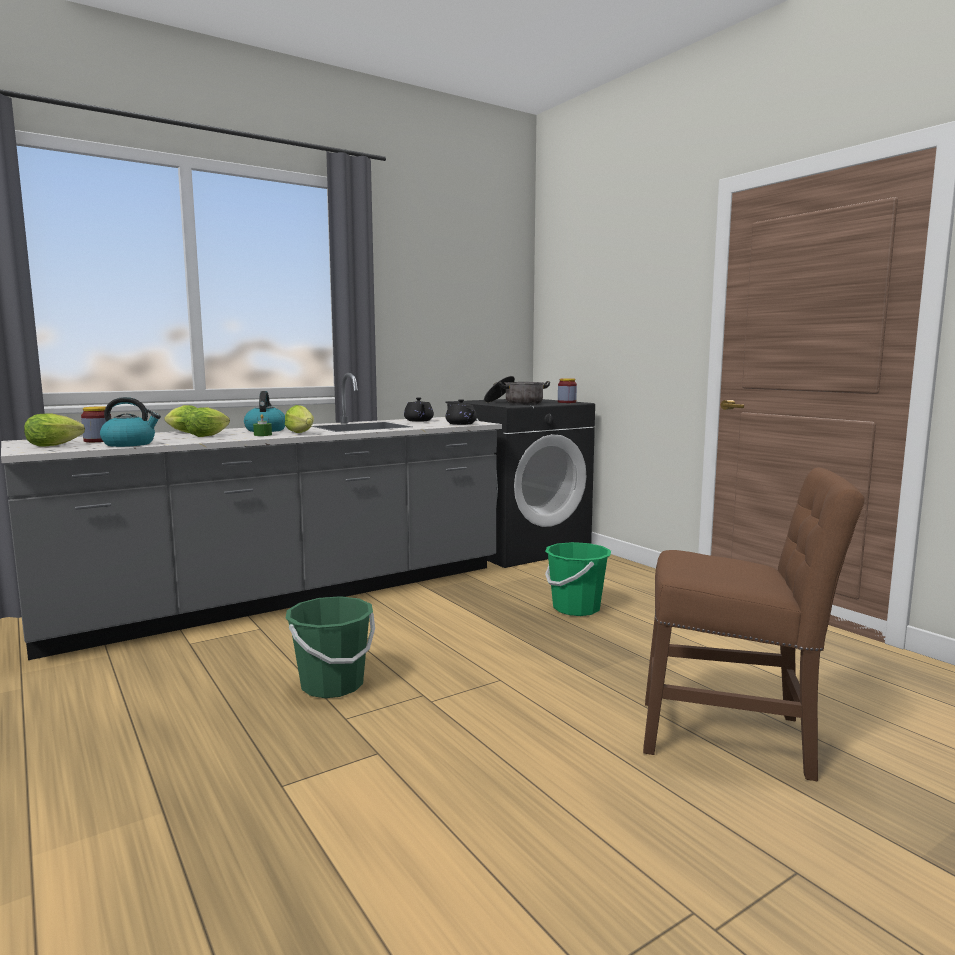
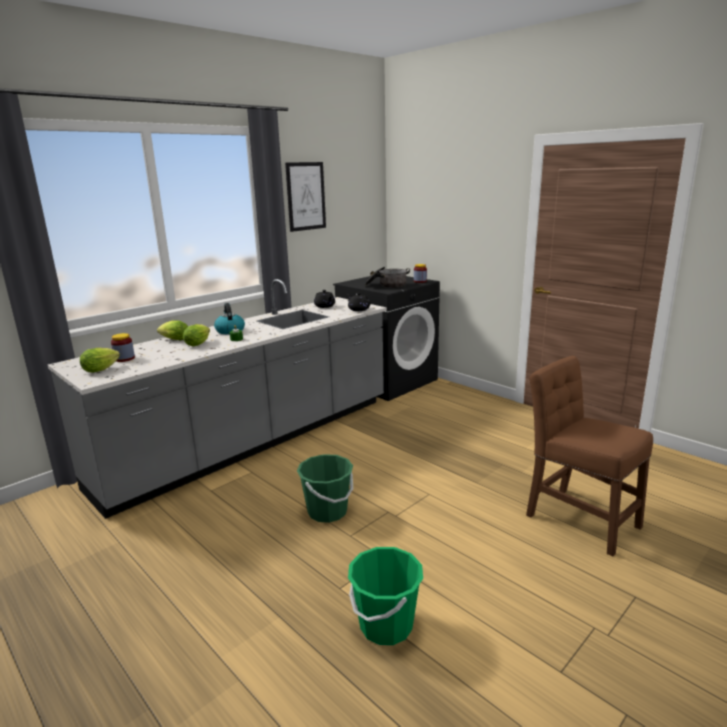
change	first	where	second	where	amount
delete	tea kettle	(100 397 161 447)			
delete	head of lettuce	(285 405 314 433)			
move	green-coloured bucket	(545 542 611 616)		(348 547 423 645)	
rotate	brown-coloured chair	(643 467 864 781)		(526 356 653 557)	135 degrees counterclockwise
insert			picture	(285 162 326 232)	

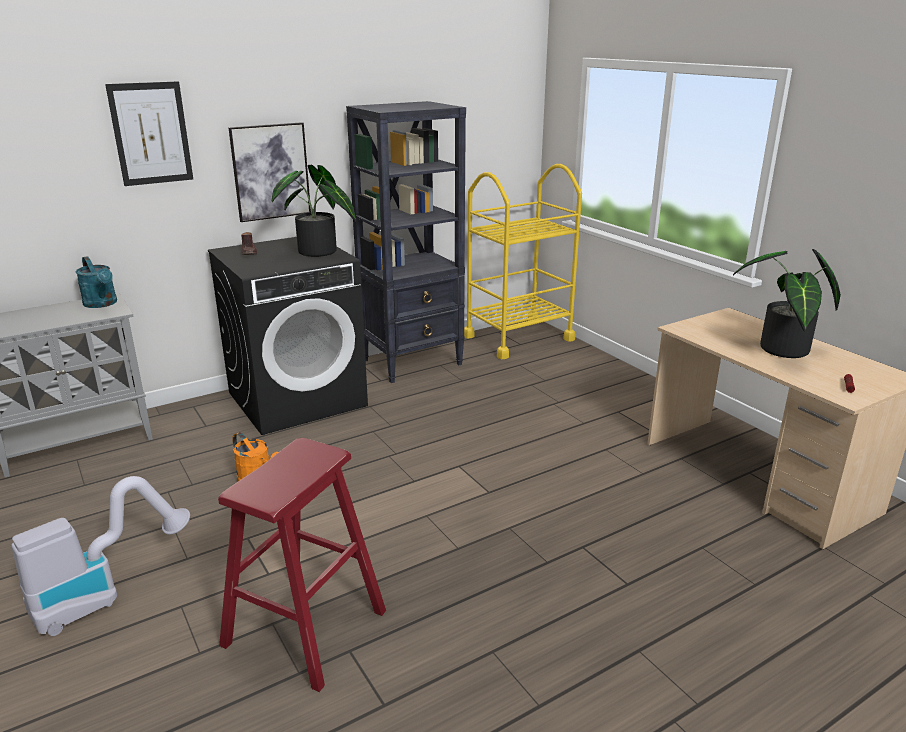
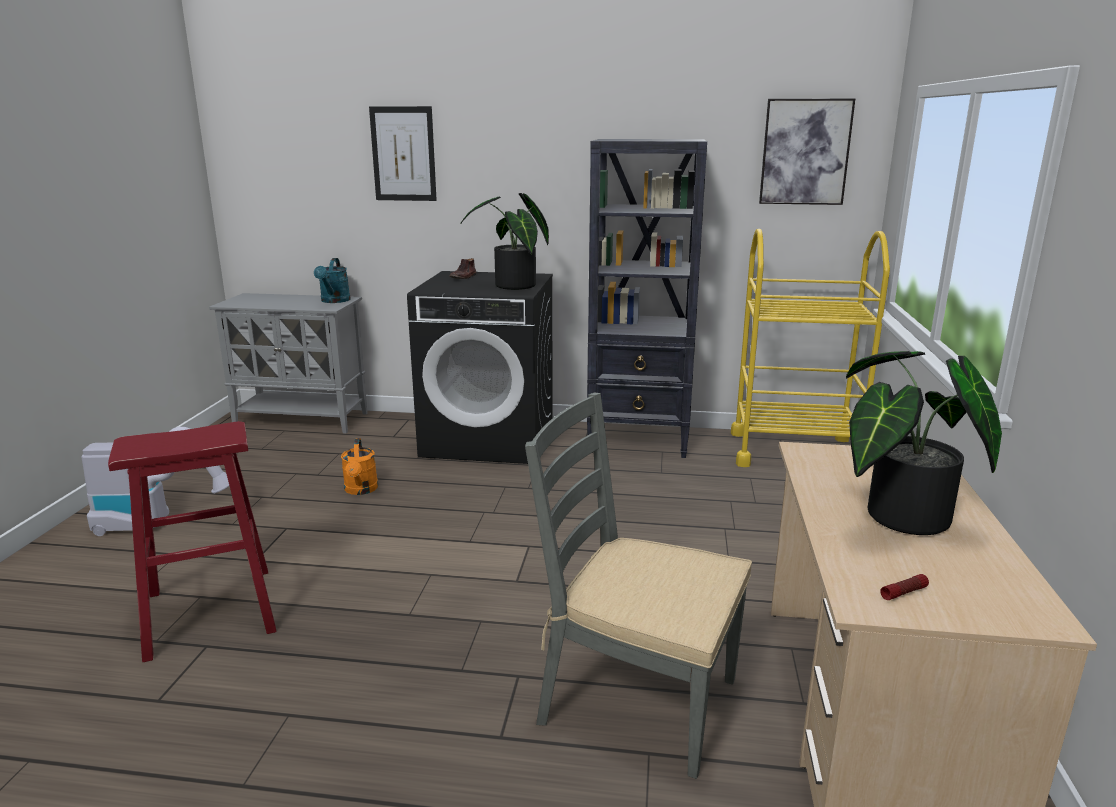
change	first	where	second	where	amount
move	picture	(228 122 311 222)		(759 98 855 205)	
insert			gray chair	(525 393 752 779)	

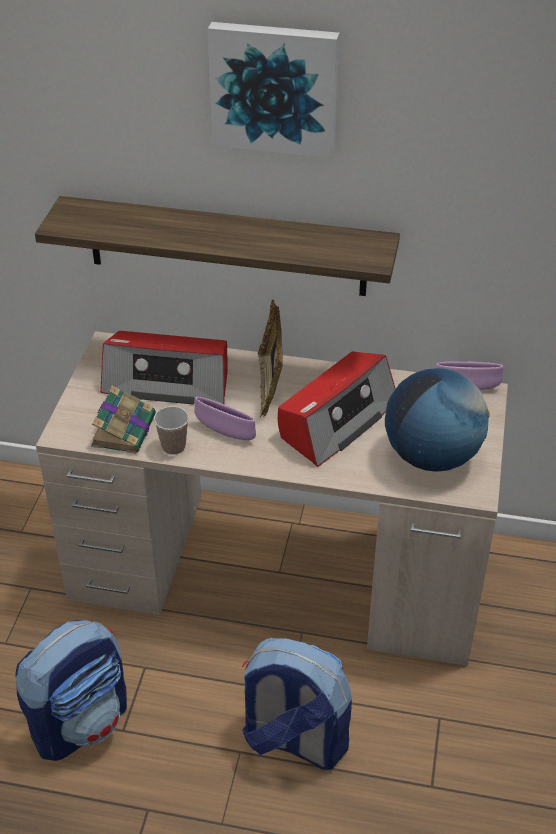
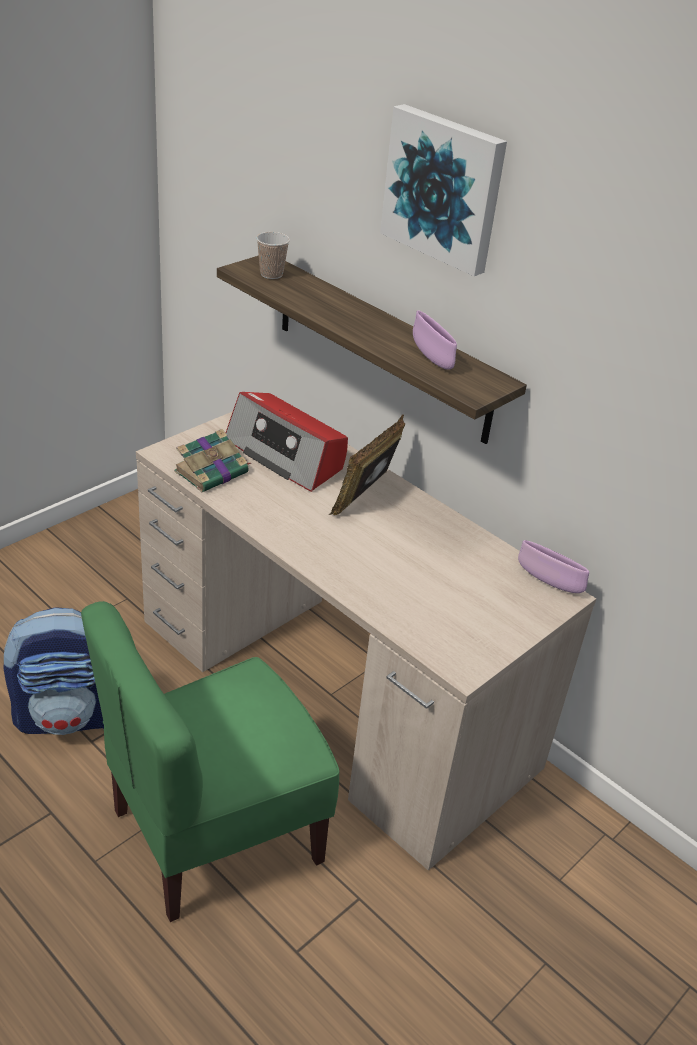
change	first	where	second	where	amount
move	small cup	(154 406 189 455)		(256 232 290 279)	
move	purple-coloured bowl	(194 397 256 440)		(413 310 457 370)	
replace	knapsack	(242 638 352 770)	green-coloured chair	(81 601 340 922)	
delete	radio receiver	(278 352 396 467)			
delete	desk globe	(385 368 490 472)			

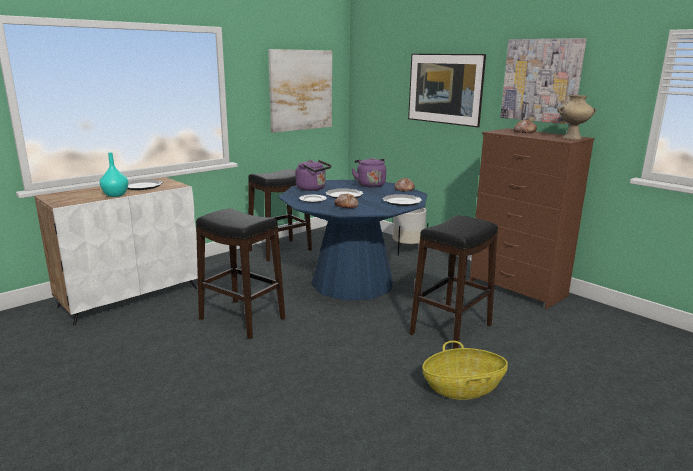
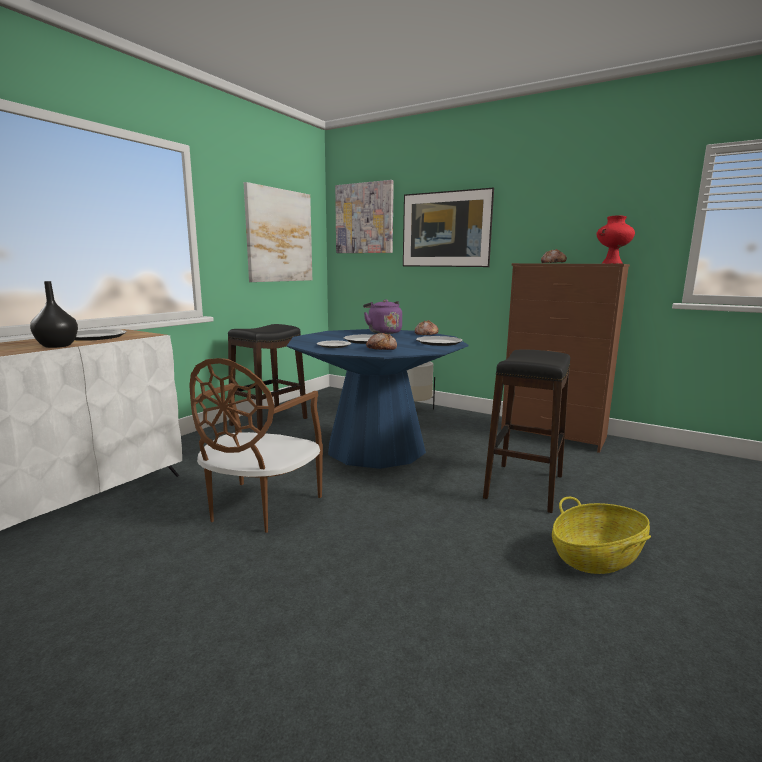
change	first	where	second	where	amount
recolor	turquoise-coloured decorative vase	(100 152 129 197)	blackish decorative vase	(30 281 78 348)	
replace	blackish stool seat	(196 208 285 339)	brown-coloured chair	(189 358 323 533)	
delete	purple-coloured tea kettle	(295 160 332 191)			
move	picture	(500 38 587 125)		(335 180 394 253)	
recolor	beige-coloured decorative vase	(557 95 596 140)	red-coloured decorative vase	(596 216 635 264)	

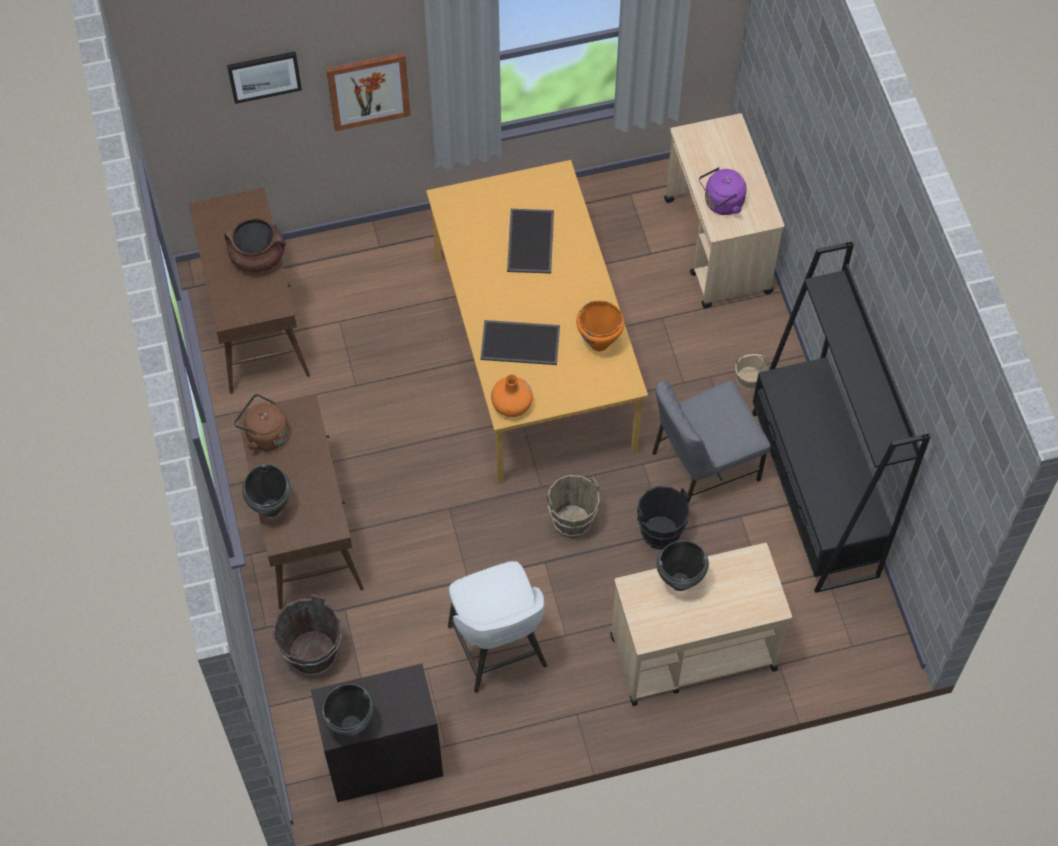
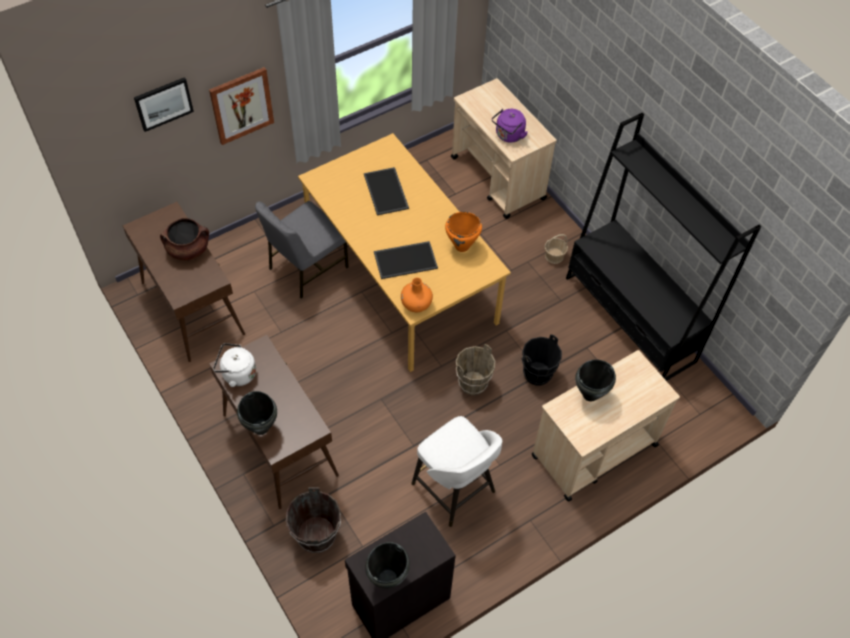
change	first	where	second	where	amount
recolor	brown-coloured tea kettle	(234 394 289 451)	white-coloured tea kettle	(213 343 256 387)	
move	gray chair	(652 380 771 502)		(255 201 349 299)	

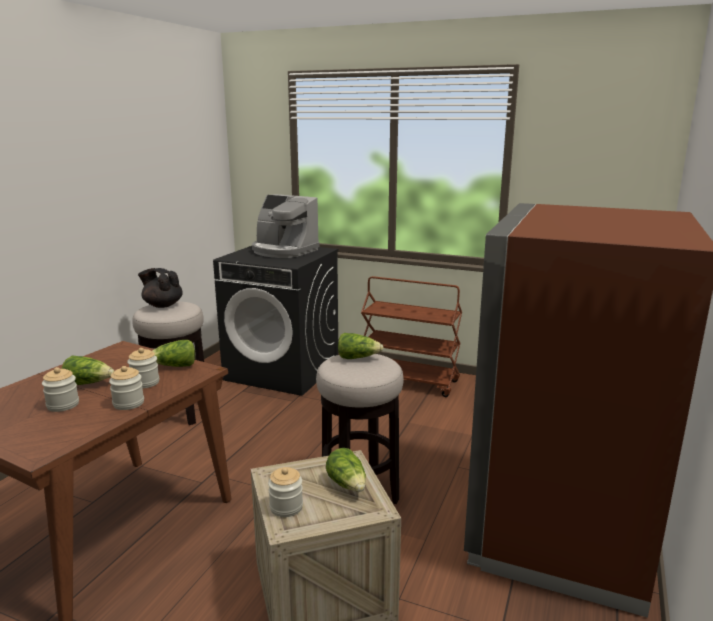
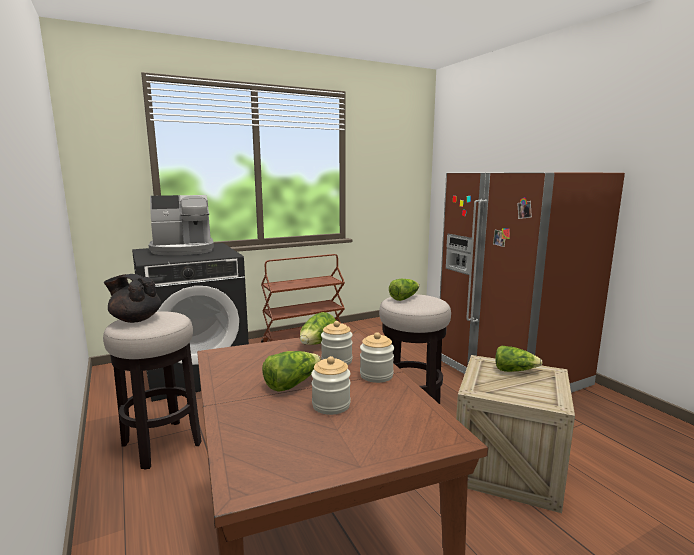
change	first	where	second	where	amount
rotate	blackish pot for tea	(138 268 183 308)		(104 274 161 323)	45 degrees clockwise
delete	jar	(268 467 303 517)			

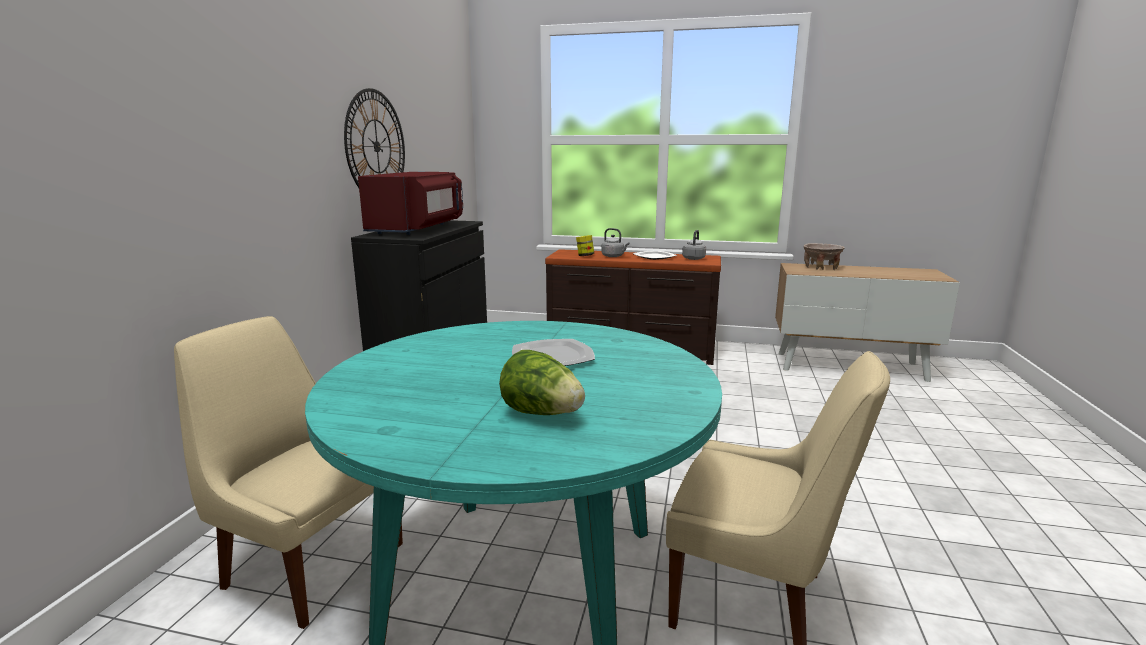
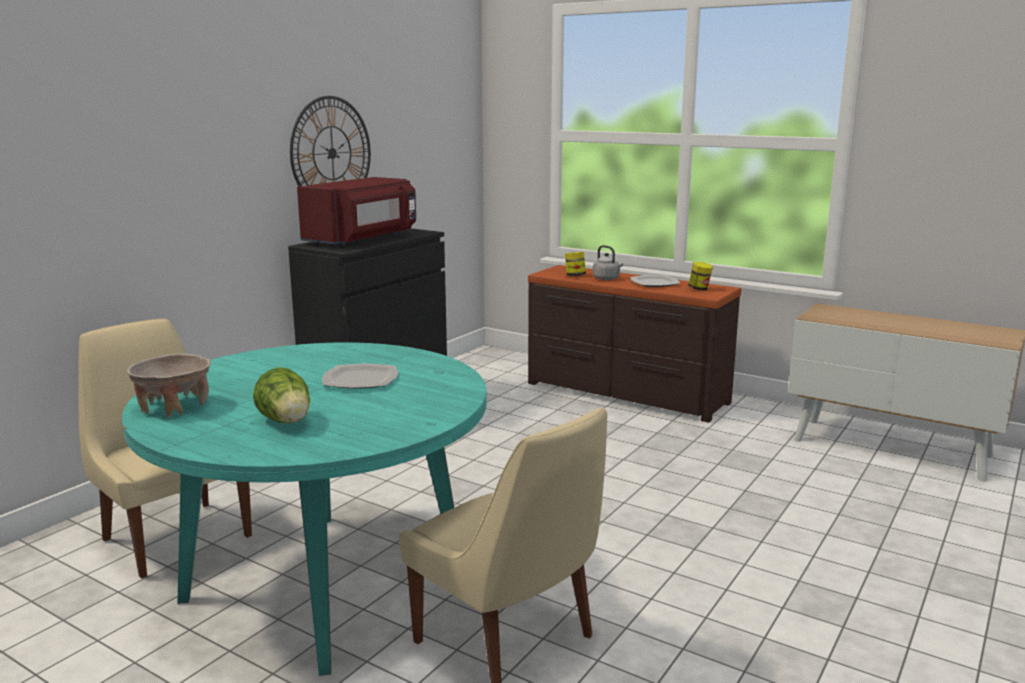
change	first	where	second	where	amount
replace	gray tea kettle	(682 230 706 260)	jar	(688 262 713 290)	
move	beige-coloured bowl	(804 243 845 270)		(127 353 211 418)	

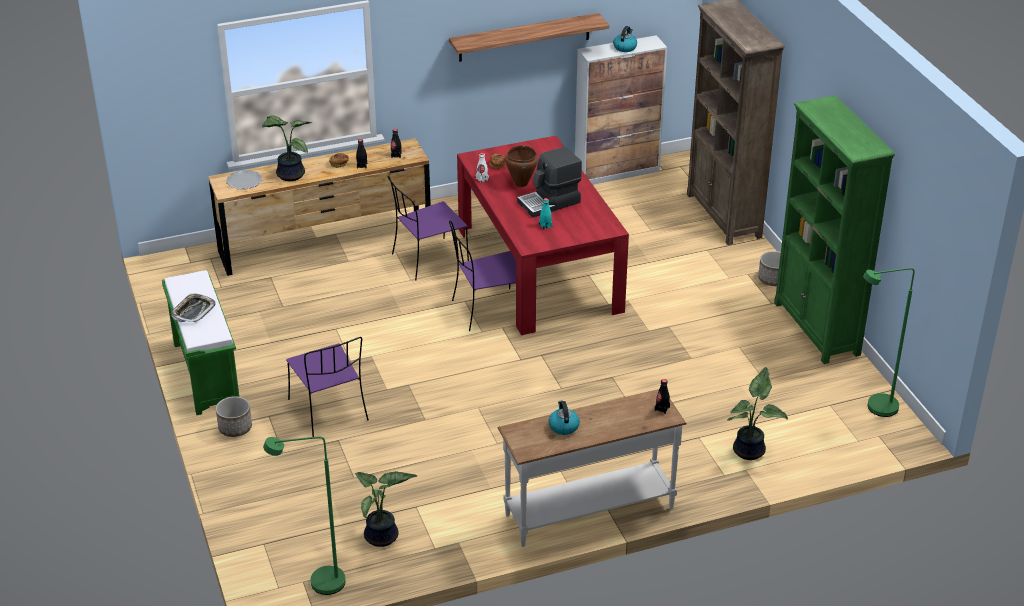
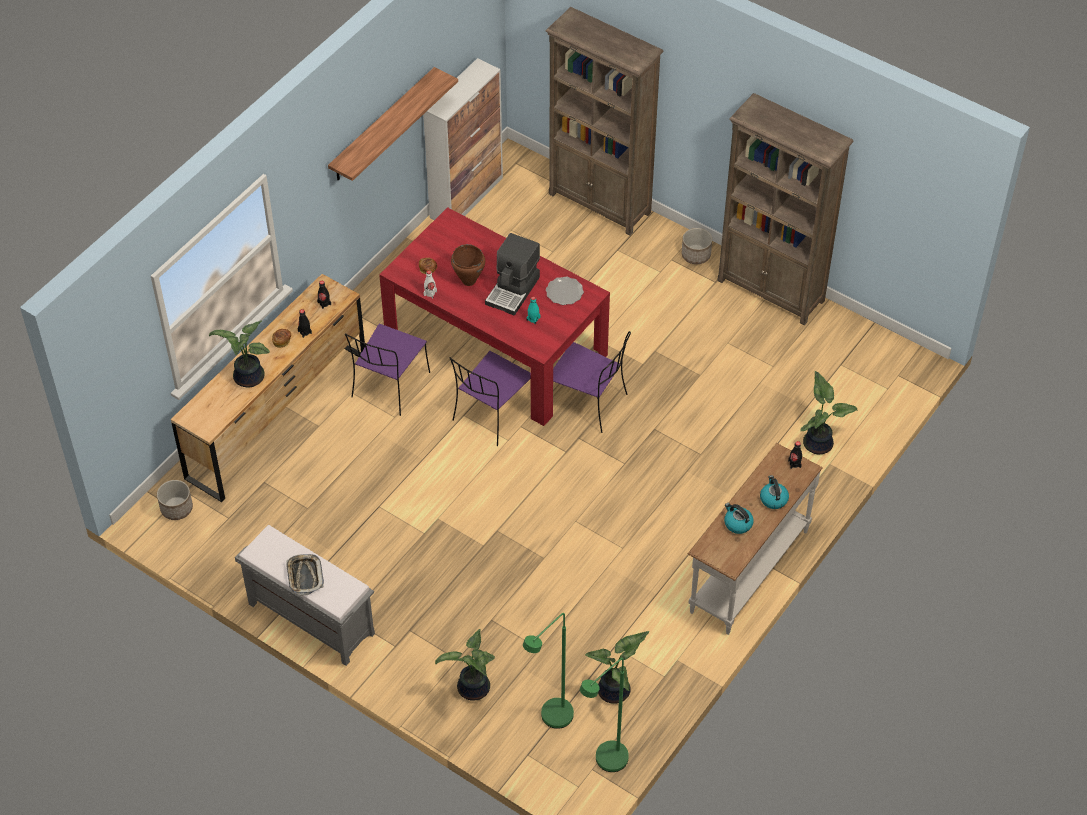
change	first	where	second	where	amount
recolor	green-coloured bench	(162 270 240 415)	gray bench	(235 525 375 666)	
move	plant pot	(216 396 252 437)		(157 480 193 520)	
move	plate	(226 170 262 189)		(546 277 584 305)	
move	purple-coloured chair	(286 337 369 437)		(553 331 631 433)	
move	tea kettle	(613 26 637 52)		(760 475 789 509)	
recolor	green-coloured shelving unit	(774 95 895 364)	brown-coloured shelving unit	(717 93 854 325)	
move	green-coloured standard lamp	(863 268 915 417)		(523 613 574 729)	
insert			houseplant	(435 629 495 701)	

